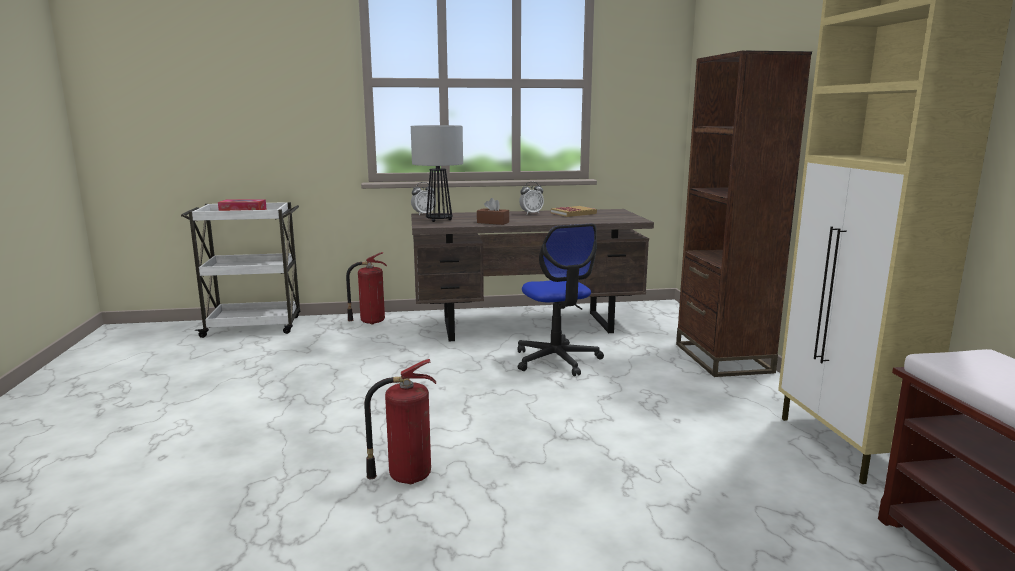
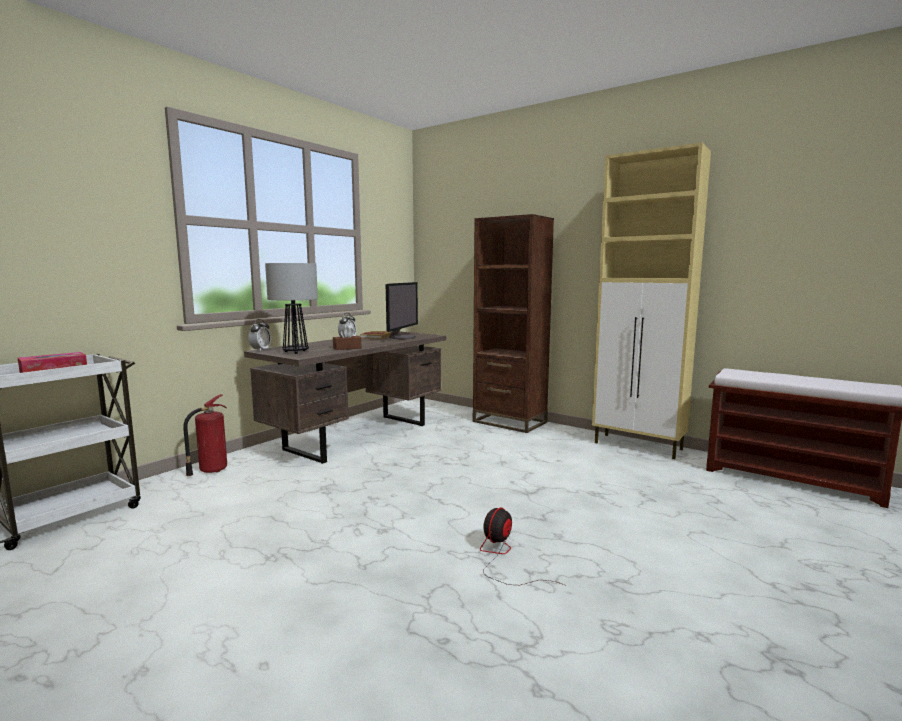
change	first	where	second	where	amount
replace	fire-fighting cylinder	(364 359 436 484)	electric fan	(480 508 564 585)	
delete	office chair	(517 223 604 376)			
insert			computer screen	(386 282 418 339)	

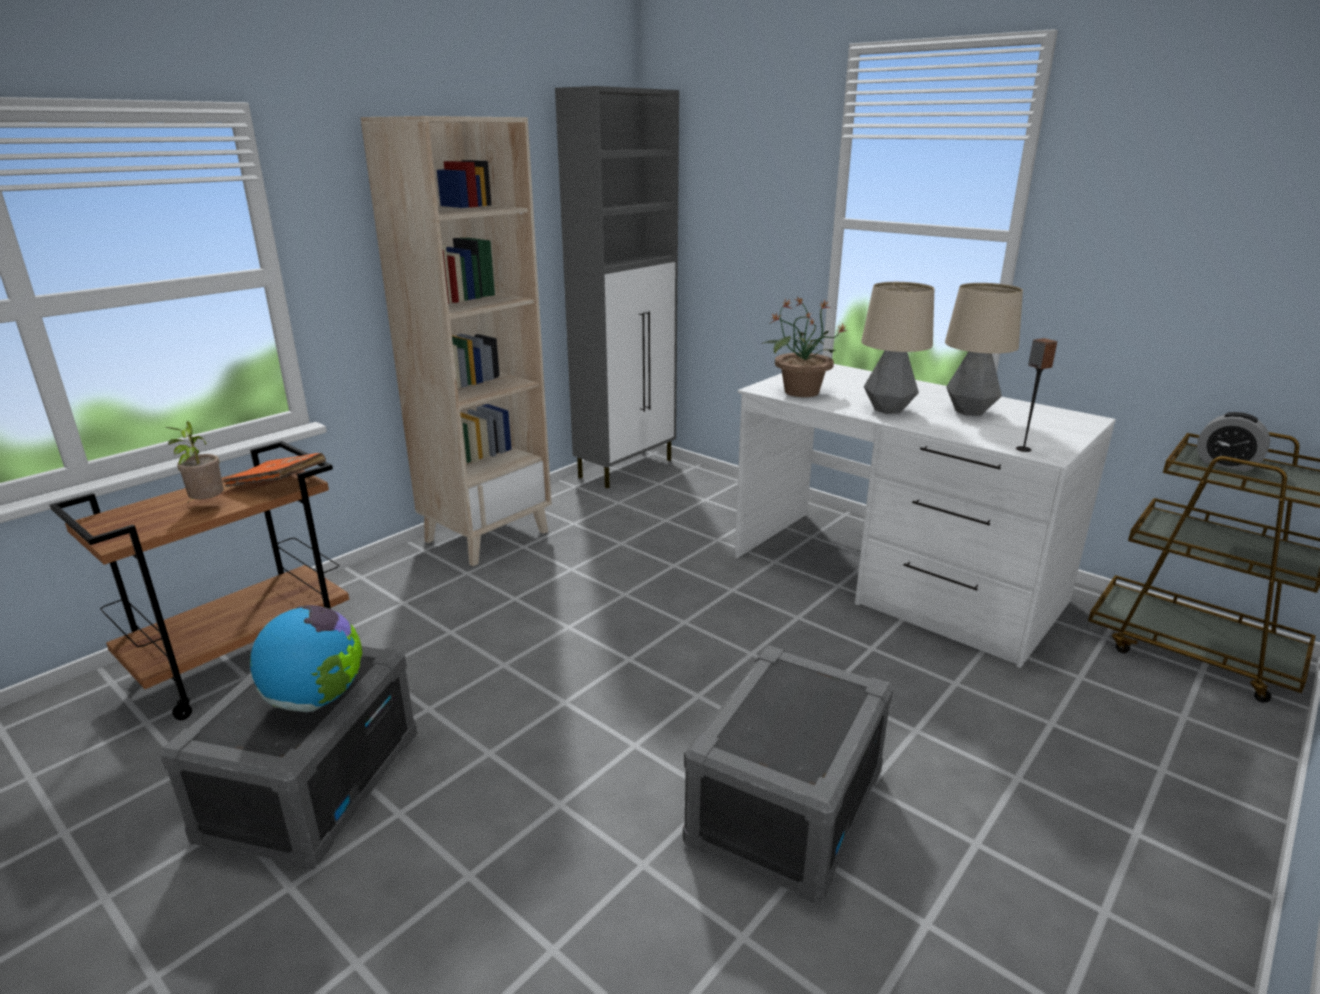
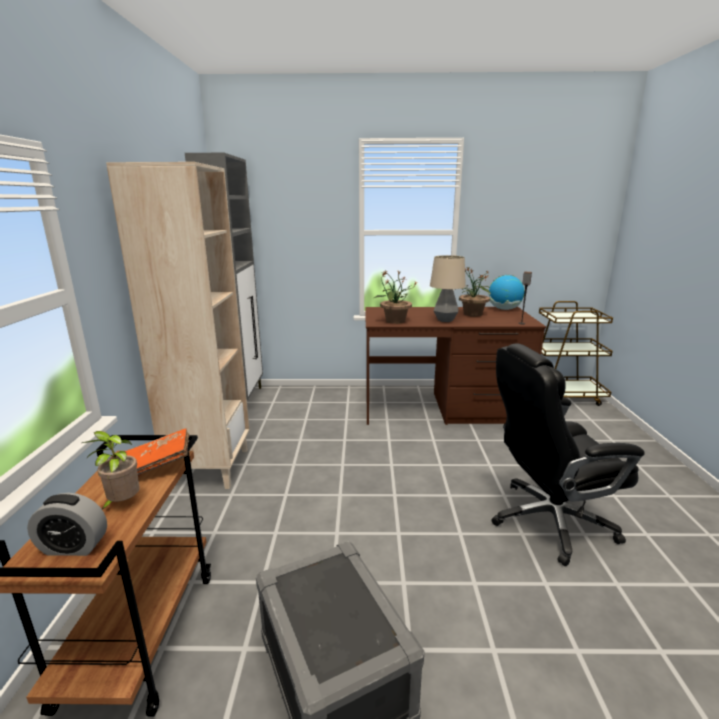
change	first	where	second	where	amount
move	desk globe	(250 605 362 712)		(489 275 525 310)	
replace	gray storage container	(683 645 893 904)	blackish office chair	(491 343 645 566)	
recolor	white-coloured desk table	(735 364 1116 668)	brown-coloured desk table	(365 307 546 425)	
replace	table lamp	(945 283 1023 416)	houseplant	(459 266 491 317)	
move	bedside clock	(1197 412 1270 472)		(27 493 107 556)	

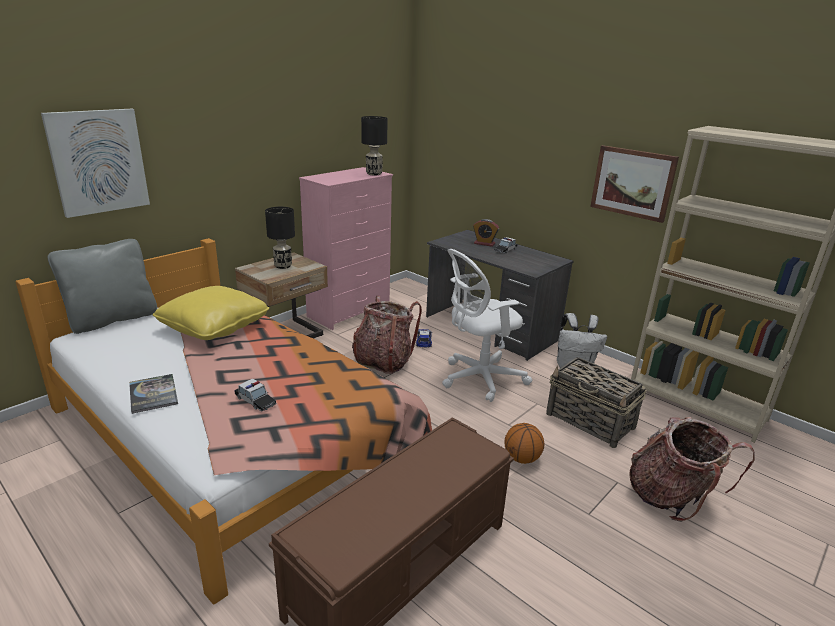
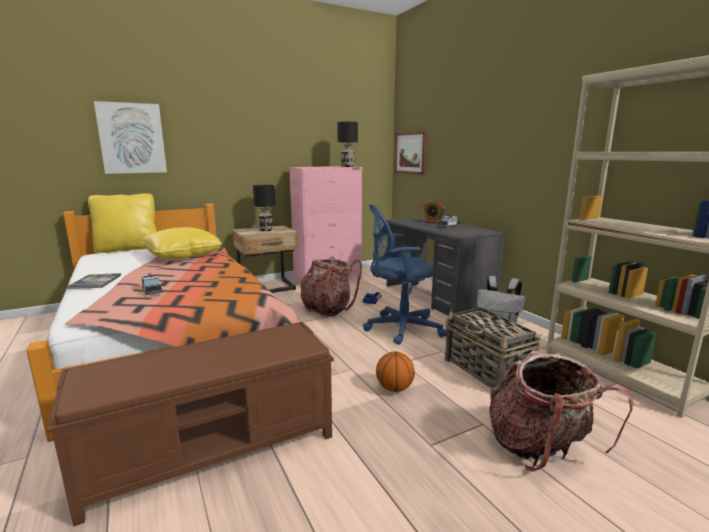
change	first	where	second	where	amount
recolor	gray pillow	(48 239 157 334)	yellow pillow	(88 193 157 253)	
recolor	white-coloured office chair	(442 249 532 402)	blue office chair	(363 204 447 345)	
move	picture	(590 145 679 223)		(395 131 427 175)	

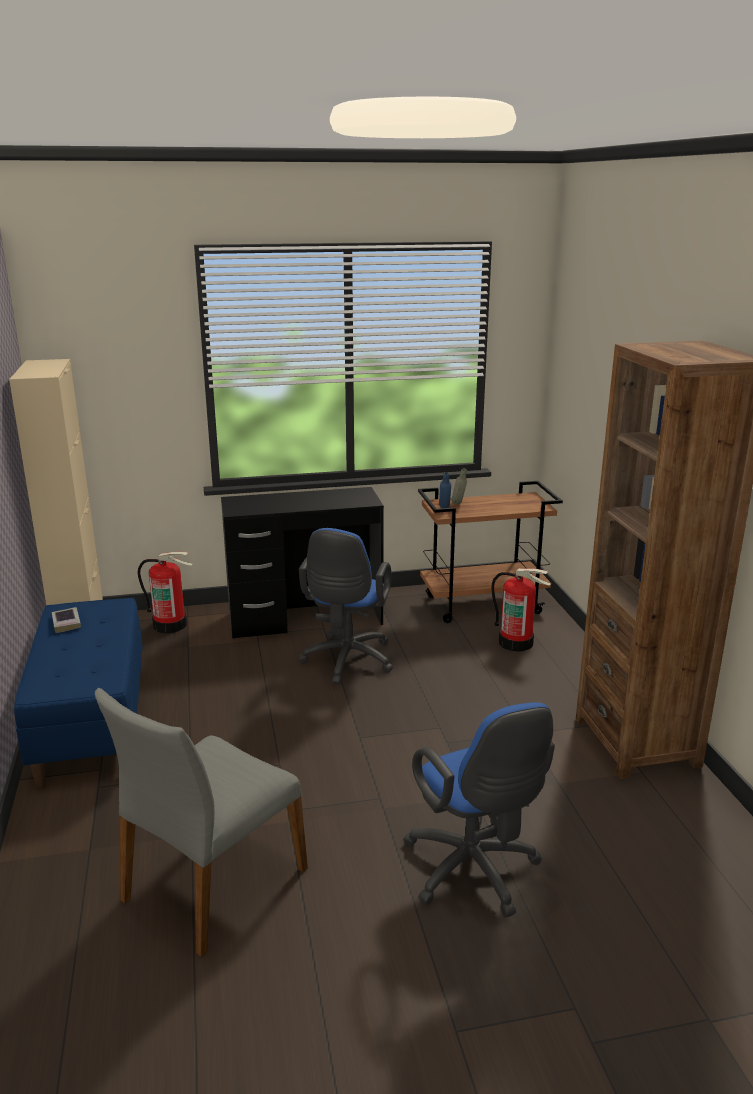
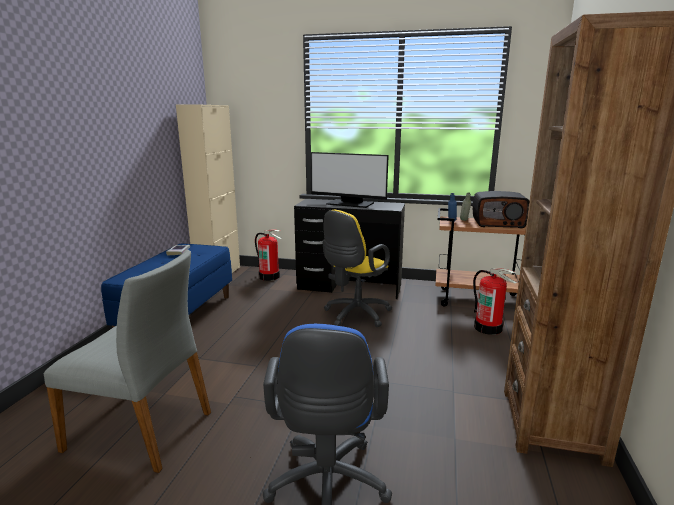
change	first	where	second	where	amount
rotate	gray chair	(95 688 308 957)		(44 250 211 473)	135 degrees counterclockwise
recolor	blue office chair	(299 528 393 685)	yellow office chair	(322 210 392 327)	
insert			computer screen	(311 152 389 208)	
insert			radio receiver	(473 191 530 228)	

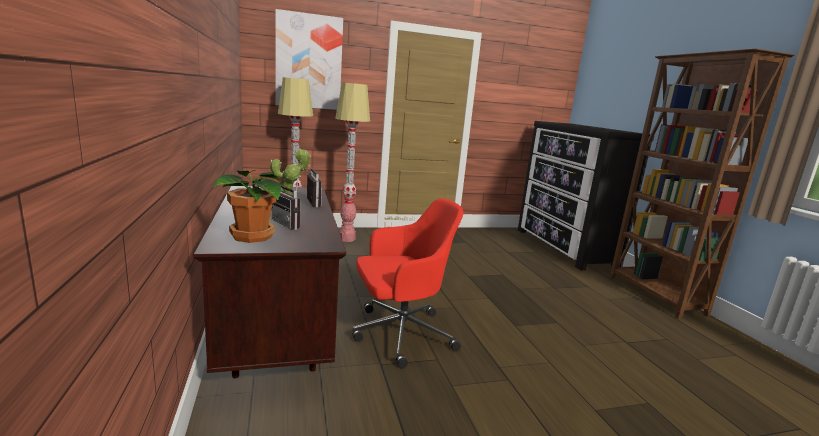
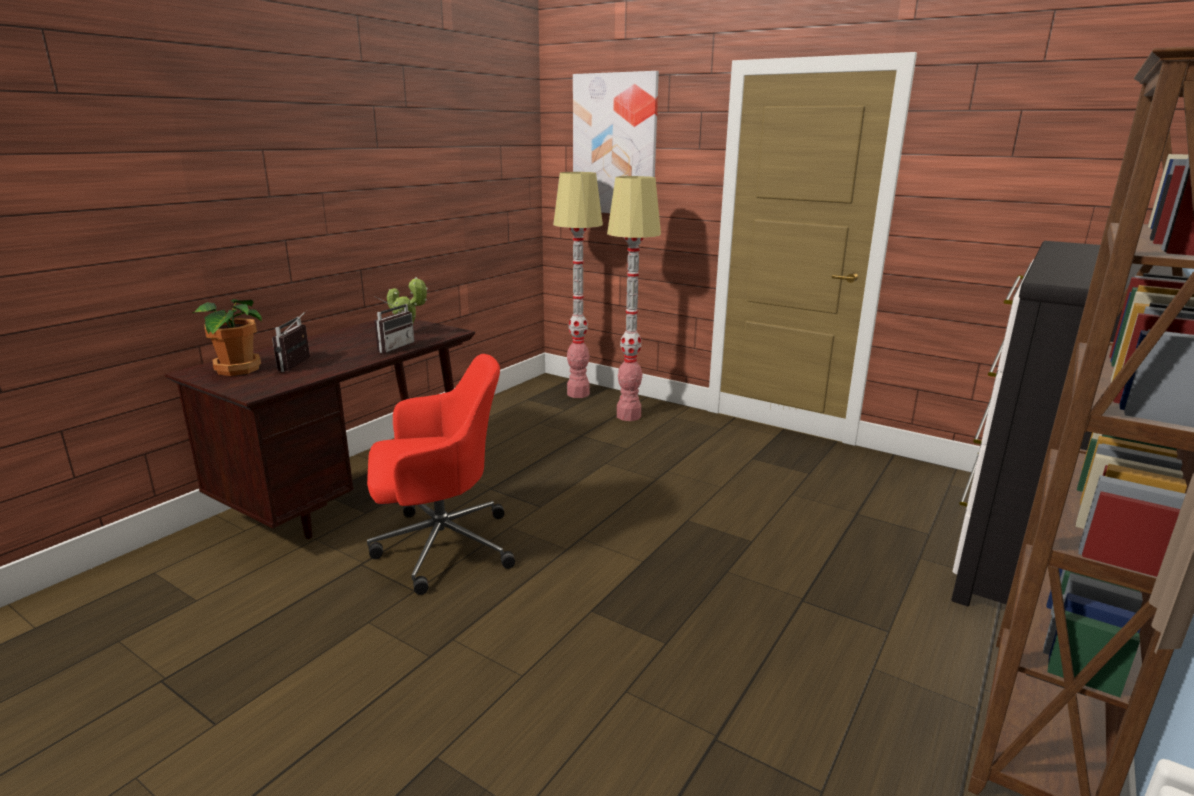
change	first	where	second	where	amount
rotate	red-coloured office chair	(353 198 463 368)		(367 354 515 595)	45 degrees counterclockwise

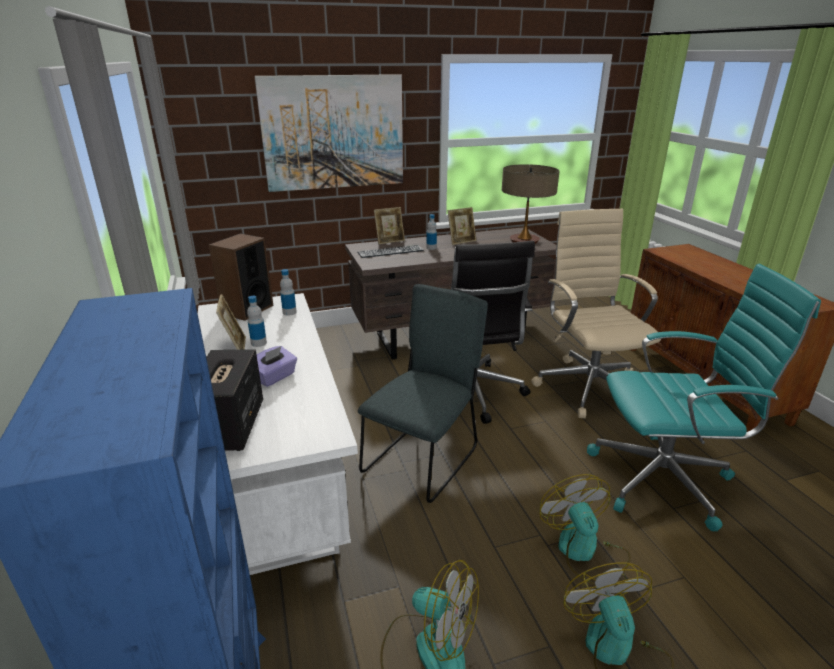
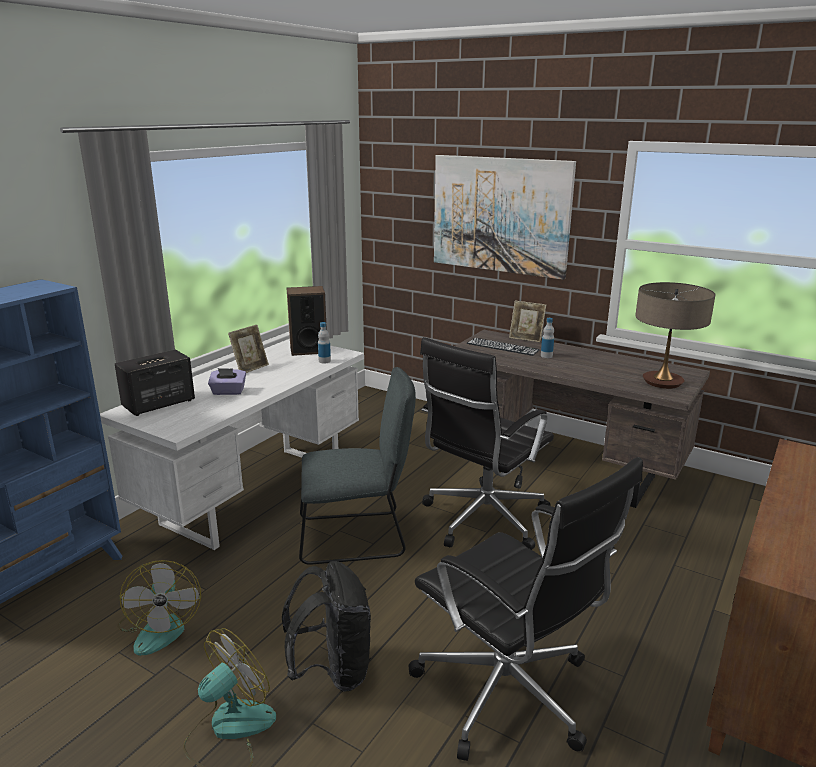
change	first	where	second	where	amount
delete	beverage bottle	(247 296 267 347)			
delete	photo frame	(448 207 476 245)			
delete	beige-coloured office chair	(531 209 661 418)			
replace	electric fan	(540 474 631 584)	blackish knapsack	(282 561 371 692)	
recolor	turquoise-coloured office chair	(587 264 821 532)	blackish office chair	(408 457 643 761)	

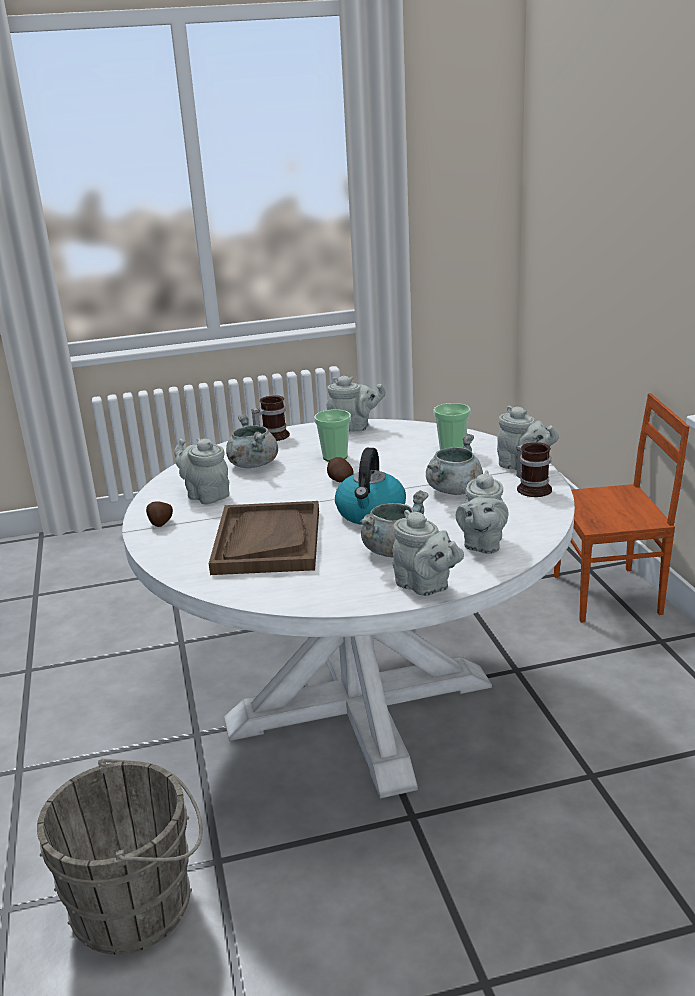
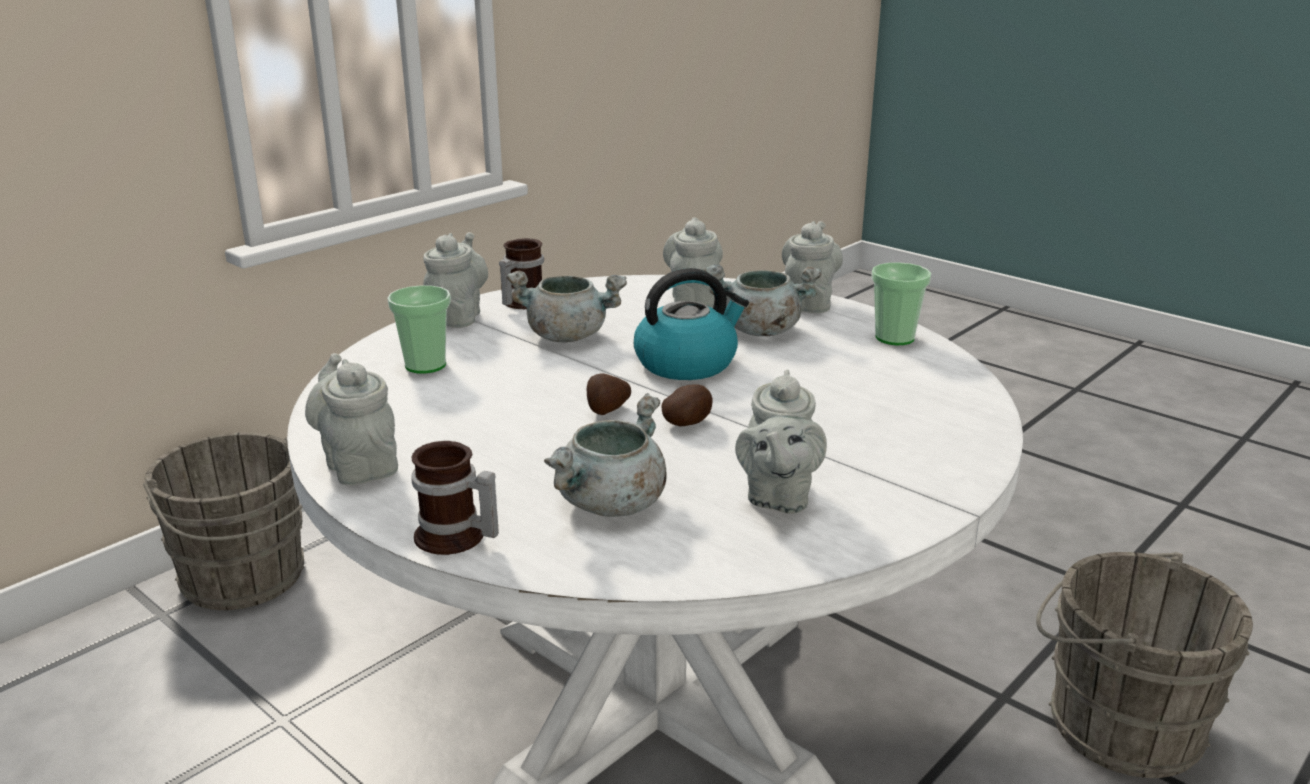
change	first	where	second	where	amount
move	whole potato	(146 502 173 527)		(661 384 713 426)	
delete	brown-coloured carrying tray	(209 501 319 575)			
move	small cup	(314 409 351 462)		(871 262 931 345)	
rotate	gray pot for tea	(456 470 508 554)		(663 217 723 307)	75 degrees counterclockwise
replace	brown-coloured chair	(554 393 690 623)	gray bucket	(143 432 304 610)	

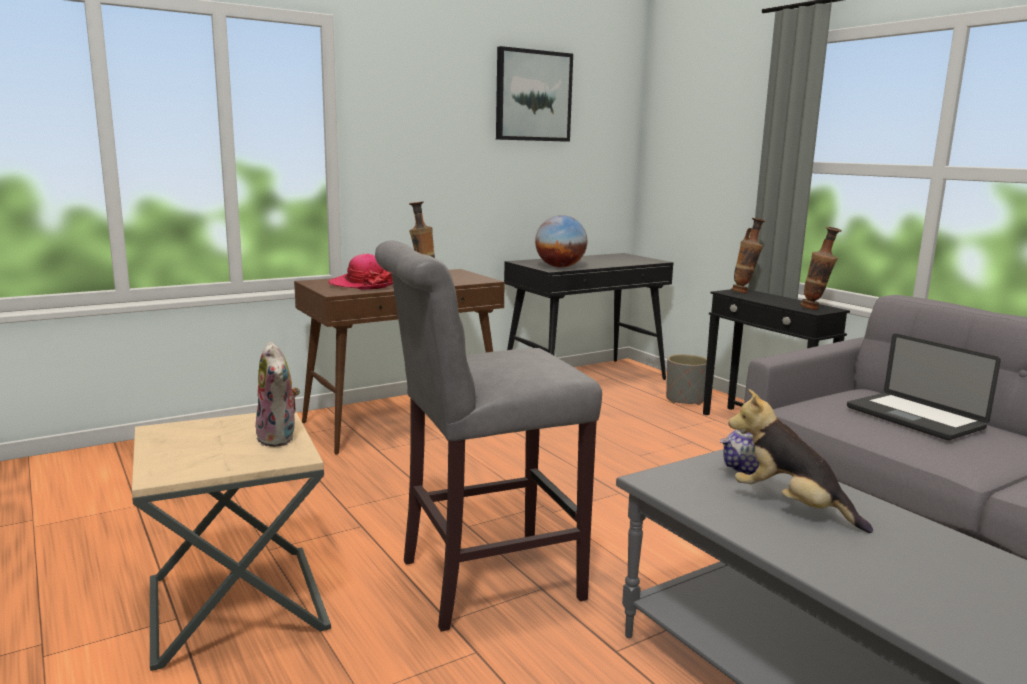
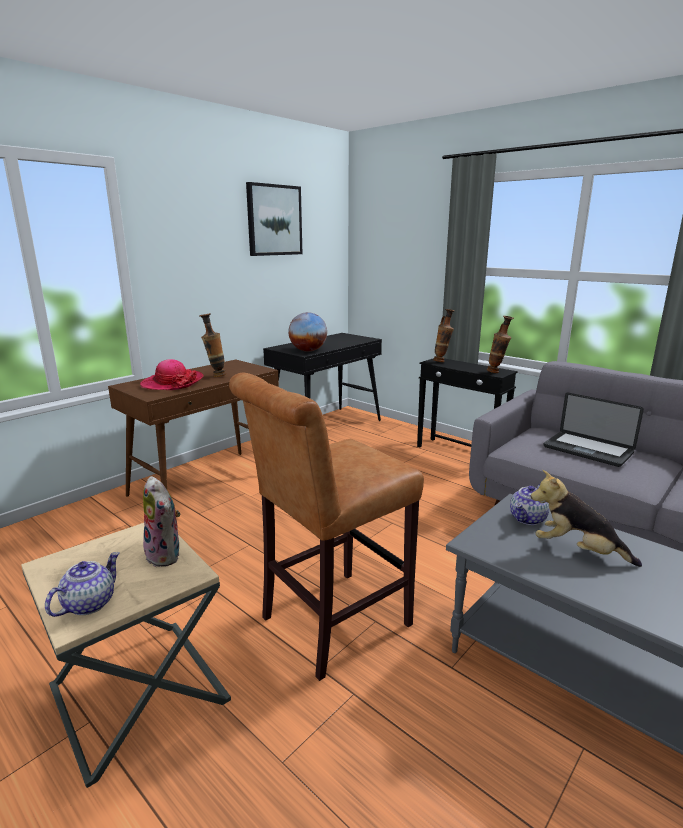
change	first	where	second	where	amount
recolor	gray stool seat	(375 241 602 632)	brown-coloured stool seat	(229 373 424 681)	
delete	gray plant pot	(666 354 707 405)			
insert			pot for tea	(45 552 120 617)	

